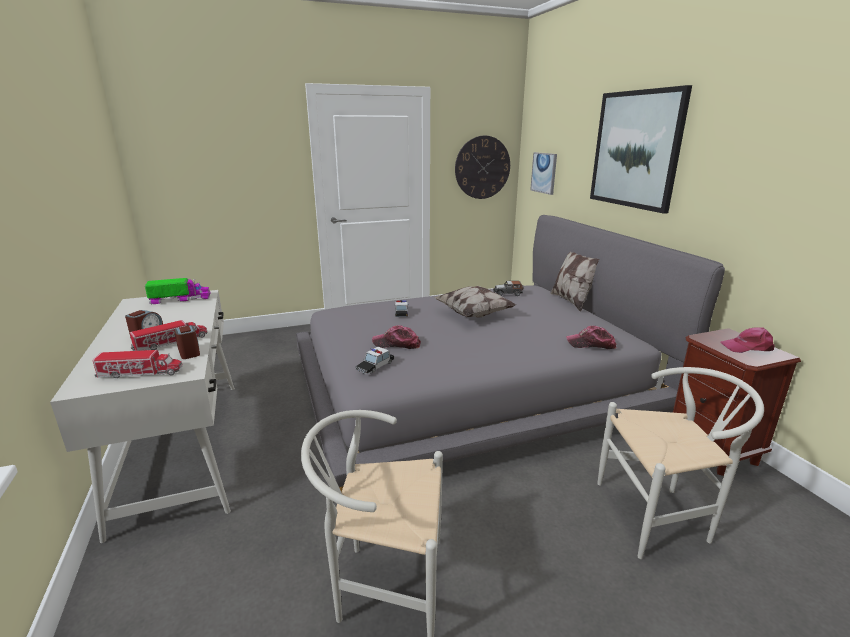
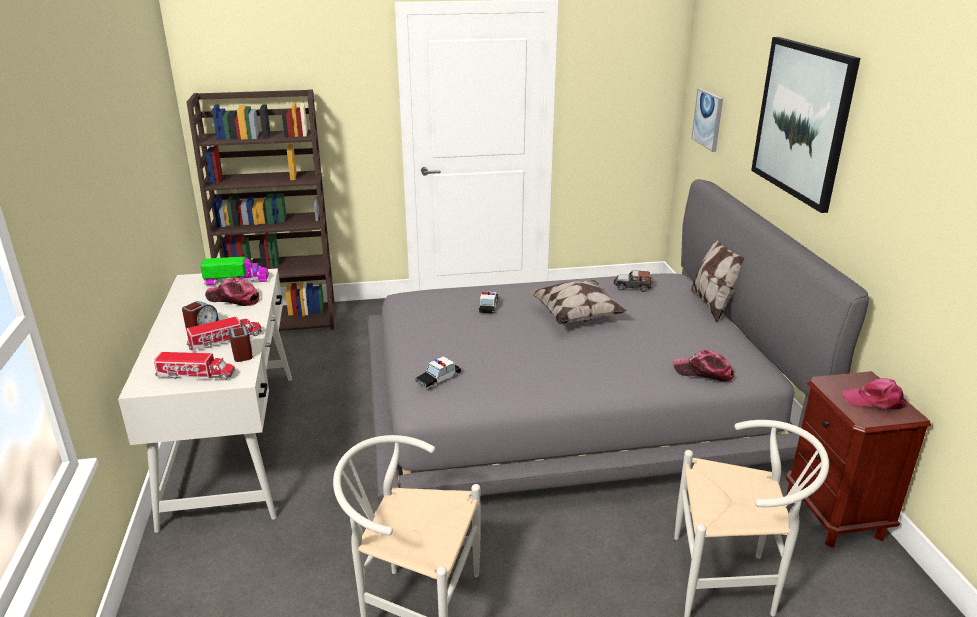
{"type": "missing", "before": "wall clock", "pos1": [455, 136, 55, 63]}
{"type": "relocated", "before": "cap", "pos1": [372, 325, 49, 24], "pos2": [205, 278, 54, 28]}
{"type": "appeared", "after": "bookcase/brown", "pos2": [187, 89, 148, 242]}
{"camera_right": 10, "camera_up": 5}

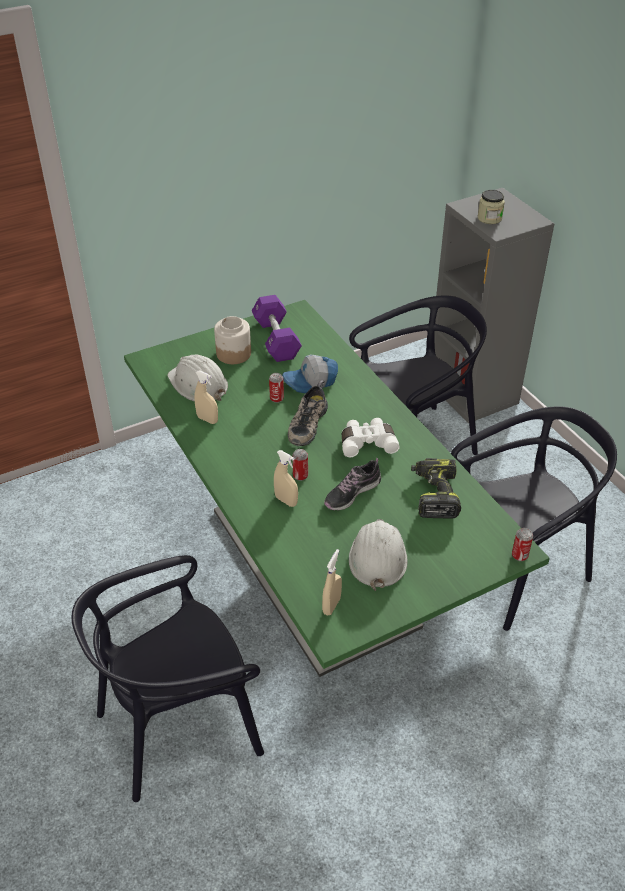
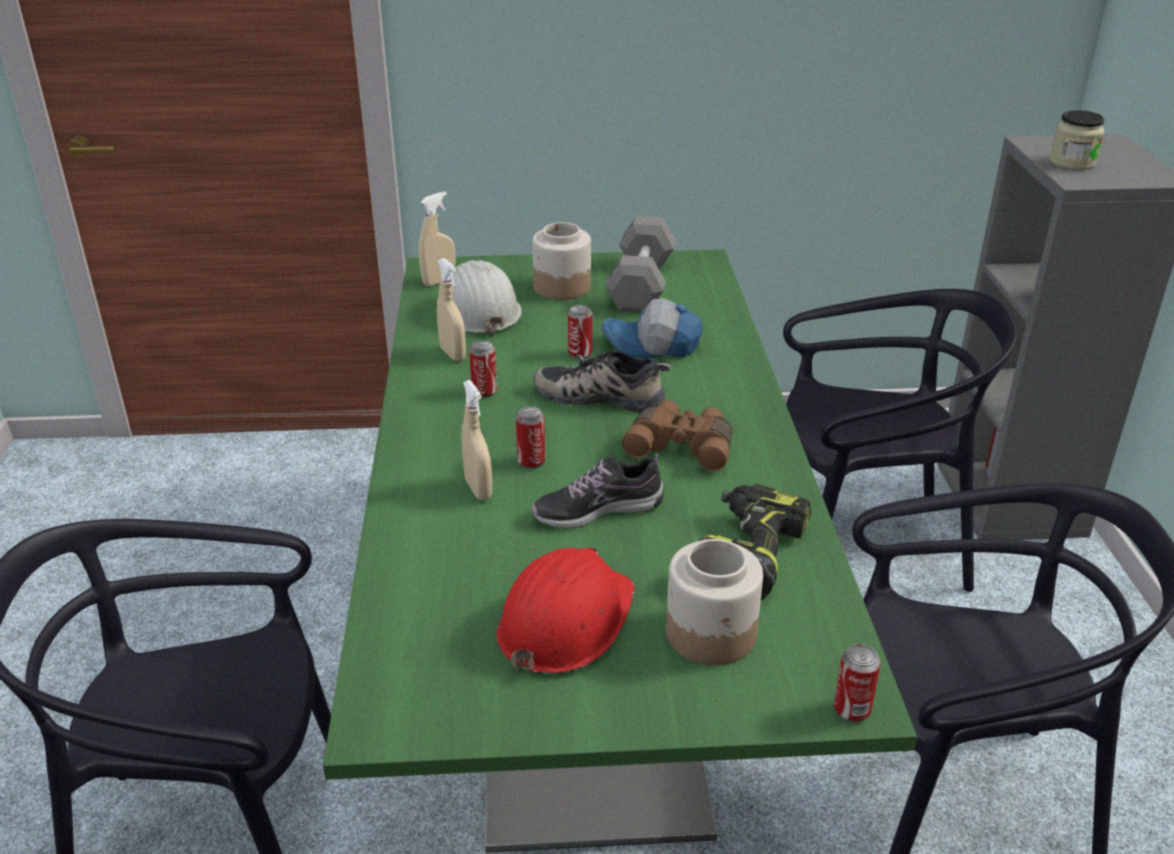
{"type": "colour", "before": "dumbbell/purple", "after": "dumbbell/grey", "pos1": [252, 295, 50, 67], "pos2": [605, 216, 71, 96]}
{"type": "spun", "before": "shoe", "pos1": [288, 380, 40, 66], "pos2": [533, 350, 138, 62], "turn": 60}
{"type": "colour", "before": "binoculars/white", "after": "binoculars/brown", "pos1": [342, 418, 58, 39], "pos2": [622, 400, 110, 71]}
{"type": "colour", "before": "hard hat/white", "after": "hard hat/red", "pos1": [349, 519, 58, 72], "pos2": [496, 548, 139, 126]}
{"type": "relocated", "before": "spray bottle/beige", "pos1": [322, 549, 20, 66], "pos2": [419, 192, 37, 94]}
{"type": "appeared", "after": "can", "pos2": [469, 341, 28, 57]}
{"type": "appeared", "after": "jar", "pos2": [666, 539, 97, 126]}
{"camera_right": 25, "camera_up": -10}

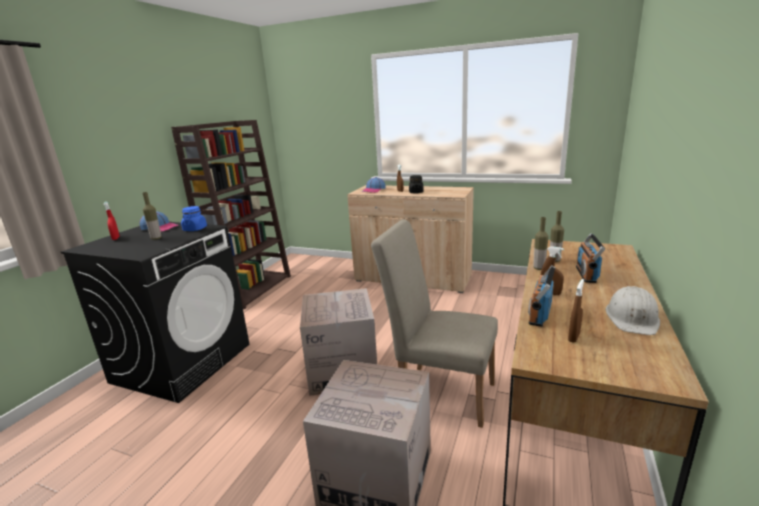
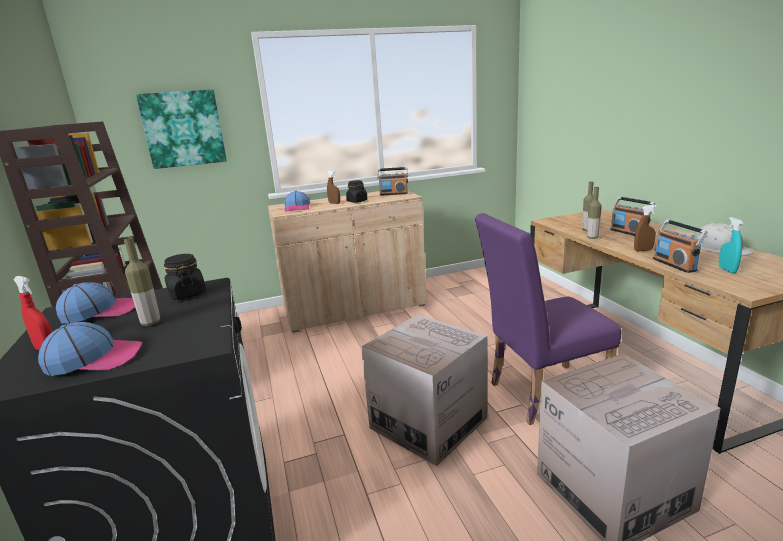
{"type": "colour", "before": "jar/blue", "after": "jar/black", "pos1": [181, 206, 26, 25], "pos2": [164, 254, 42, 46]}
{"type": "colour", "before": "chair/beige", "after": "chair/purple", "pos1": [371, 219, 127, 209], "pos2": [475, 213, 146, 212]}
{"type": "colour", "before": "spray bottle/brown", "after": "spray bottle/turquoise", "pos1": [568, 279, 16, 64], "pos2": [719, 217, 25, 56]}
{"type": "appeared", "after": "picture", "pos2": [136, 89, 91, 80]}
{"type": "appeared", "after": "radio", "pos2": [377, 167, 31, 29]}
{"type": "appeared", "after": "cap", "pos2": [38, 322, 105, 54]}
{"camera_right": -40, "camera_up": 0}

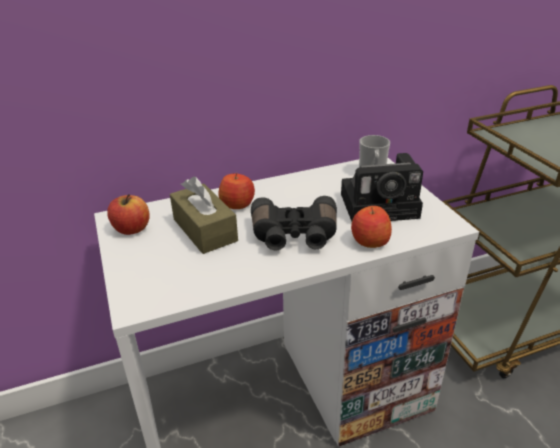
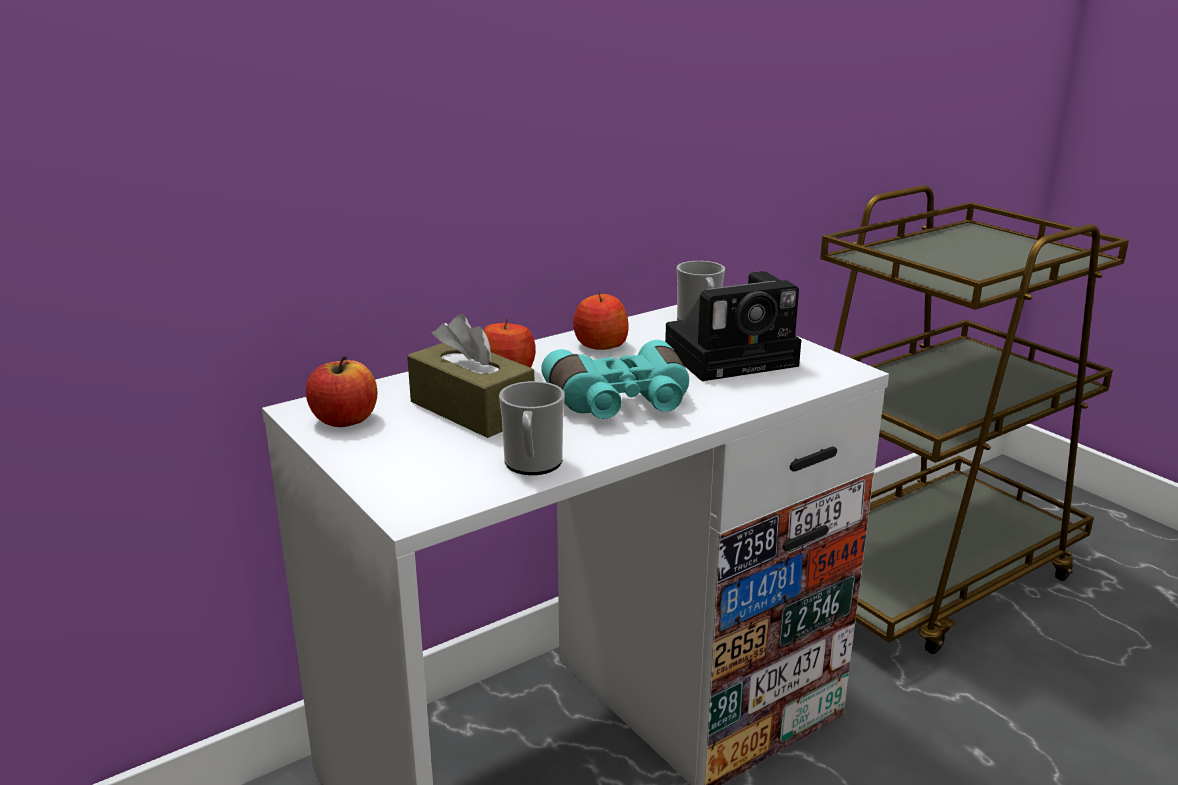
{"type": "colour", "before": "binoculars/black", "after": "binoculars/turquoise", "pos1": [251, 196, 86, 54], "pos2": [541, 340, 148, 79]}
{"type": "relocated", "before": "apple", "pos1": [351, 206, 41, 42], "pos2": [573, 292, 55, 58]}
{"type": "appeared", "after": "mug", "pos2": [499, 381, 66, 94]}
{"camera_right": -15, "camera_up": -10}

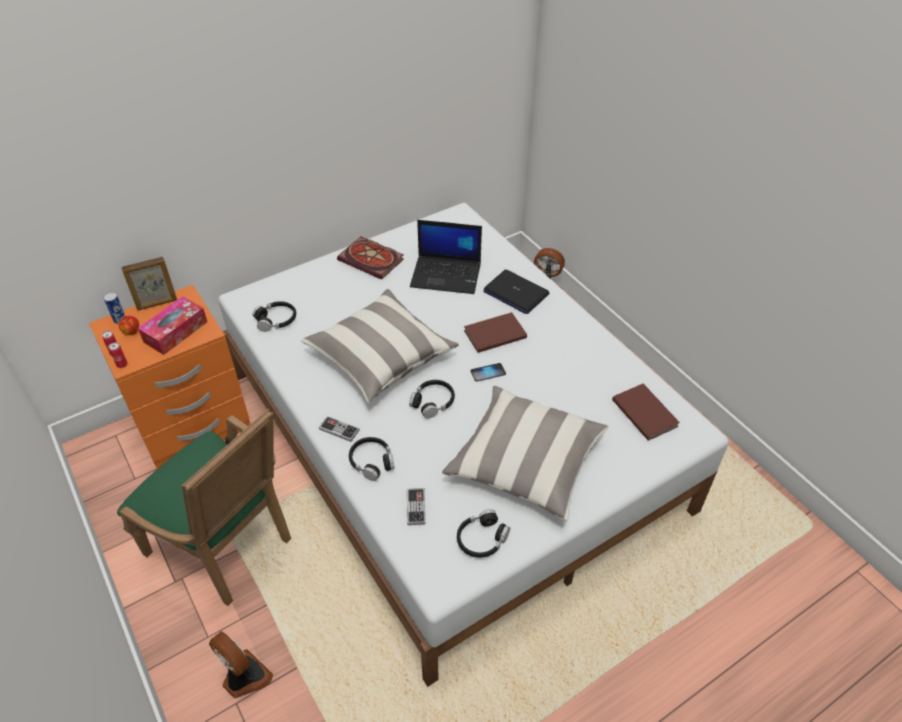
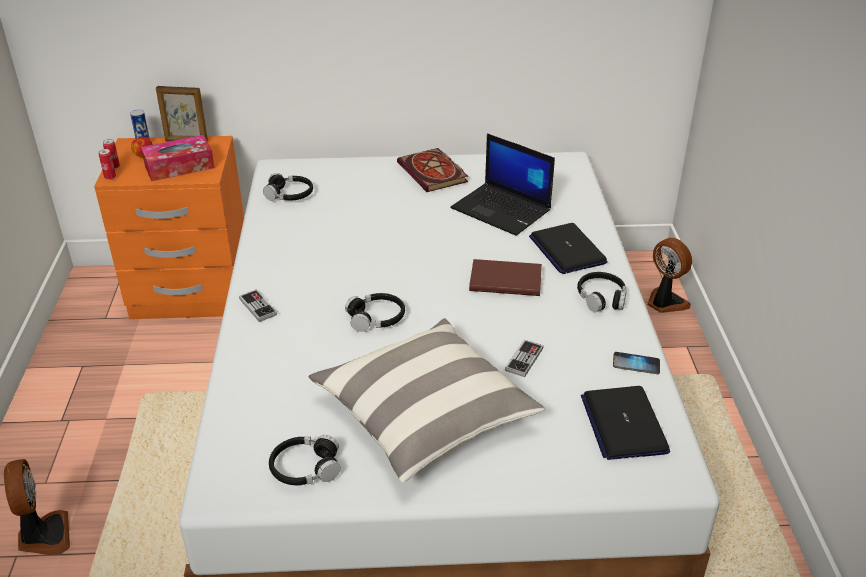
{"type": "missing", "before": "pillow", "pos1": [301, 289, 158, 114]}
{"type": "relocated", "before": "phone", "pos1": [471, 363, 35, 19], "pos2": [613, 352, 47, 22]}
{"type": "exchanged", "before": "book/brown", "after": "laptop", "pos1": [612, 384, 68, 57], "pos2": [581, 386, 89, 74]}
{"type": "missing", "before": "armchair/green", "pos1": [117, 409, 174, 197]}
{"type": "relocated", "before": "headphones/black", "pos1": [349, 437, 46, 44], "pos2": [577, 272, 49, 40]}
{"type": "relocated", "before": "game controller", "pos1": [407, 488, 18, 37], "pos2": [505, 340, 38, 37]}
{"camera_right": 30, "camera_up": -10}

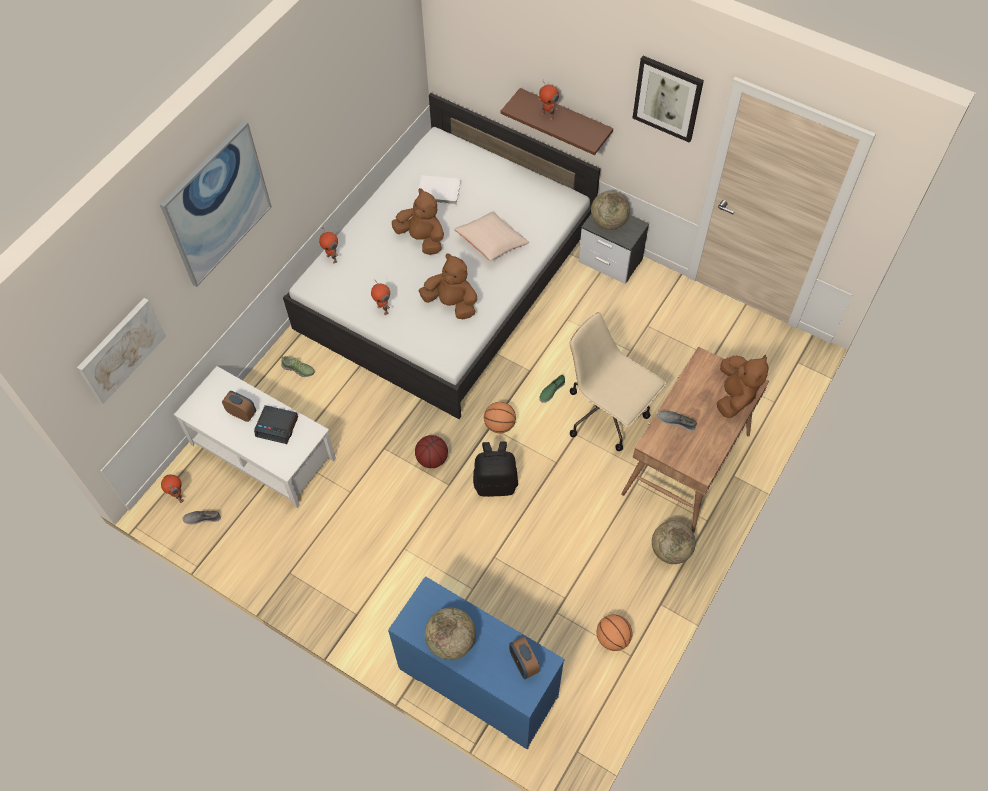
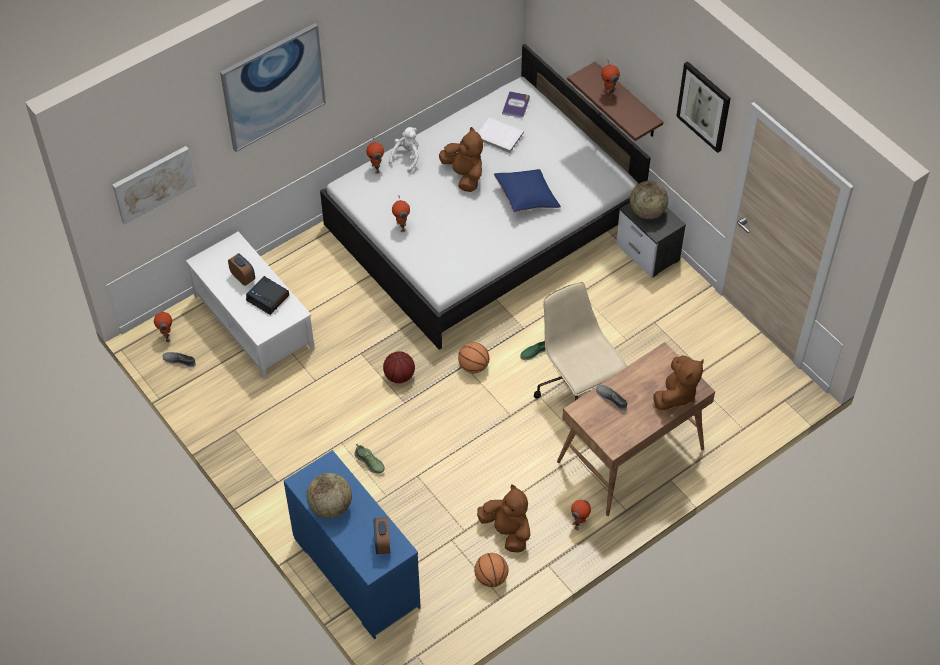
{"type": "colour", "before": "pillow/beige", "after": "pillow/blue", "pos1": [454, 211, 75, 50], "pos2": [494, 169, 67, 43]}
{"type": "relocated", "before": "plush toy/brown", "pos1": [419, 254, 58, 65], "pos2": [477, 485, 53, 68]}
{"type": "relocated", "before": "shoe", "pos1": [280, 356, 34, 21], "pos2": [355, 444, 30, 30]}
{"type": "missing", "before": "backpack/black", "pos1": [473, 442, 45, 55]}
{"type": "exchanged", "before": "globe", "after": "toy robot", "pos1": [652, 521, 44, 43], "pos2": [571, 500, 20, 30]}
{"type": "appeared", "after": "book", "pos2": [502, 91, 28, 27]}
{"type": "appeared", "after": "plush toy/white", "pos2": [389, 127, 30, 46]}
{"camera_right": 20, "camera_up": -5}

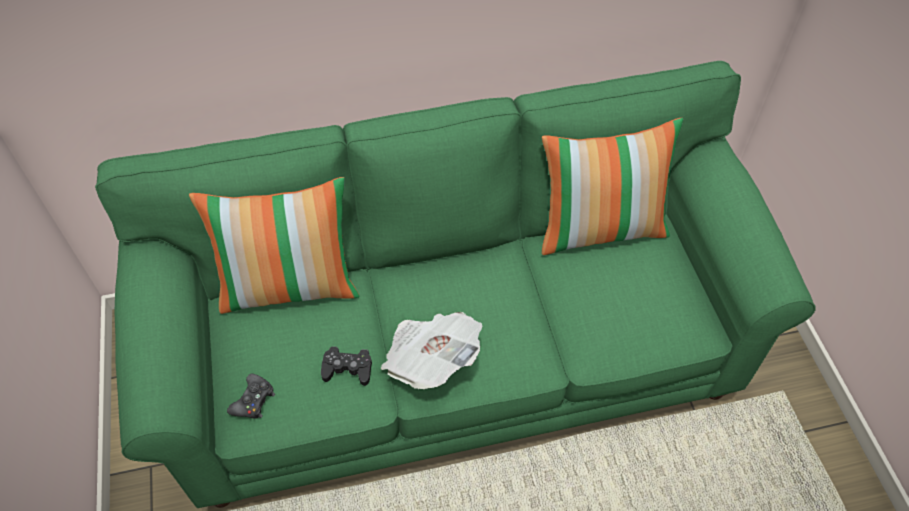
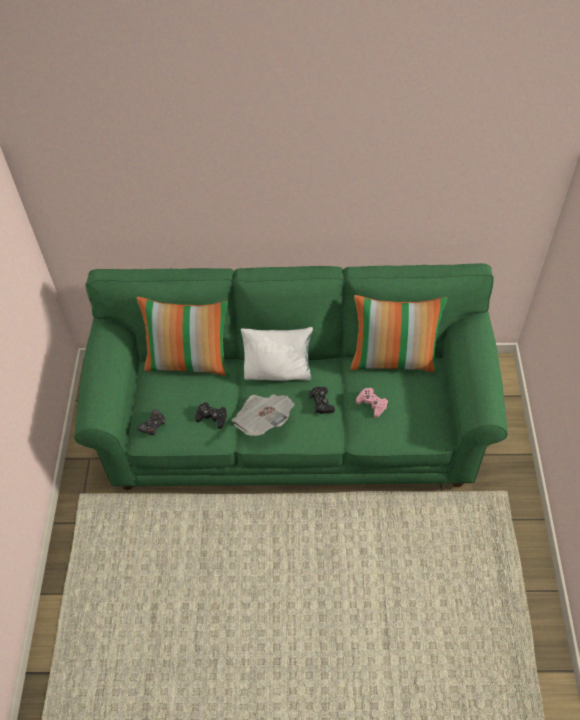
{"type": "appeared", "after": "pillow/white", "pos2": [240, 327, 73, 54]}
{"type": "appeared", "after": "game controller/black", "pos2": [309, 387, 26, 27]}
{"type": "appeared", "after": "game controller/pink", "pos2": [356, 387, 32, 31]}
{"camera_right": 15, "camera_up": 0}

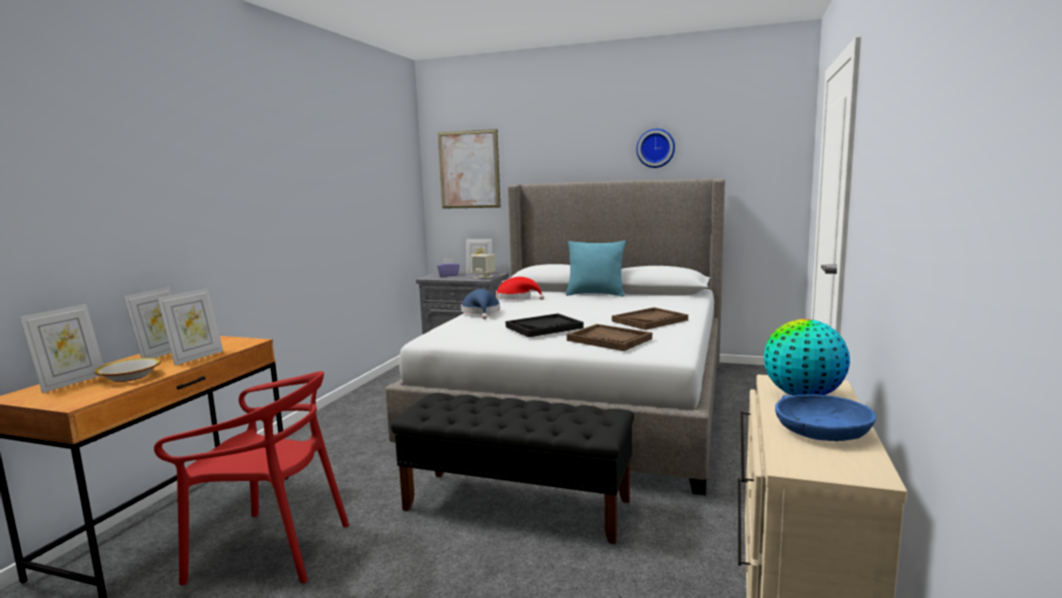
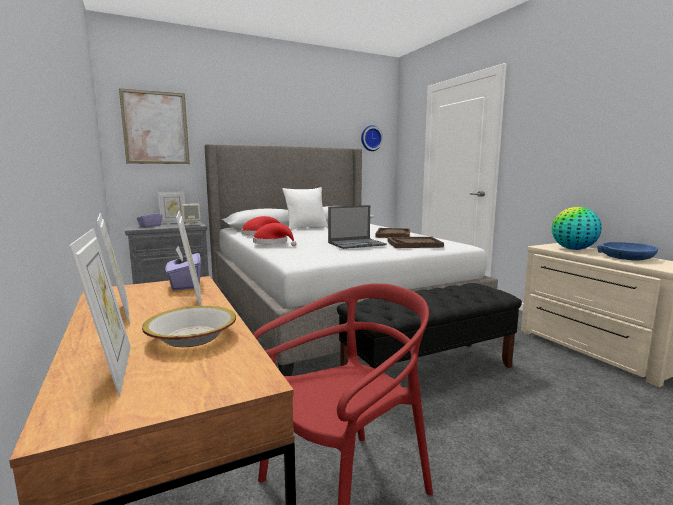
{"type": "relocated", "before": "wall clock", "pos1": [636, 129, 39, 39], "pos2": [361, 125, 22, 26]}
{"type": "colour", "before": "pillow/turquoise", "after": "pillow/white", "pos1": [566, 241, 60, 55], "pos2": [282, 187, 46, 43]}
{"type": "colour", "before": "hat/blue", "after": "hat/red", "pos1": [461, 289, 39, 30], "pos2": [253, 223, 43, 23]}
{"type": "exchanged", "before": "tray/black", "after": "laptop", "pos1": [506, 313, 78, 24], "pos2": [328, 205, 59, 44]}
{"type": "appeared", "after": "tissue box/purple", "pos2": [165, 246, 36, 44]}
{"camera_right": -45, "camera_up": 0}

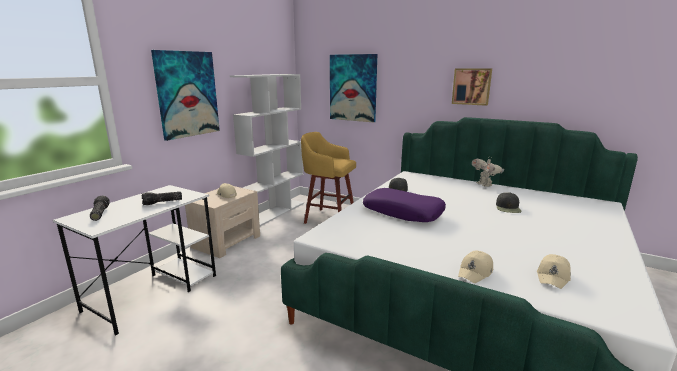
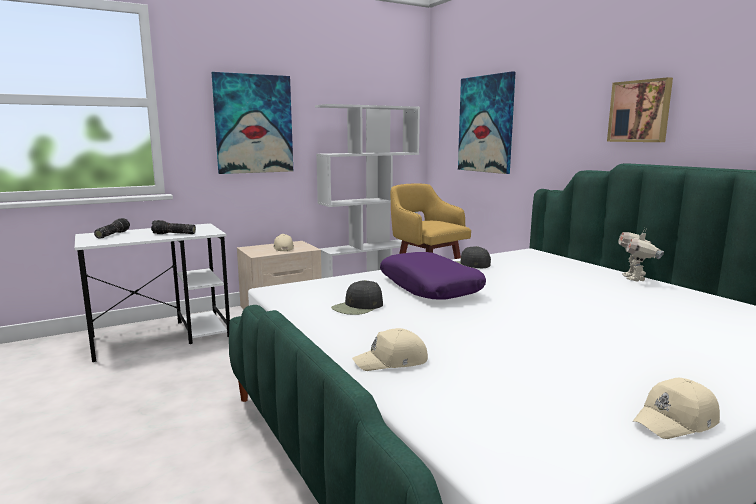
{"type": "relocated", "before": "cap/black", "pos1": [496, 192, 26, 21], "pos2": [331, 280, 52, 35]}
{"type": "relocated", "before": "cap/beige", "pos1": [537, 254, 34, 35], "pos2": [632, 378, 88, 61]}
{"camera_right": 30, "camera_up": -5}

